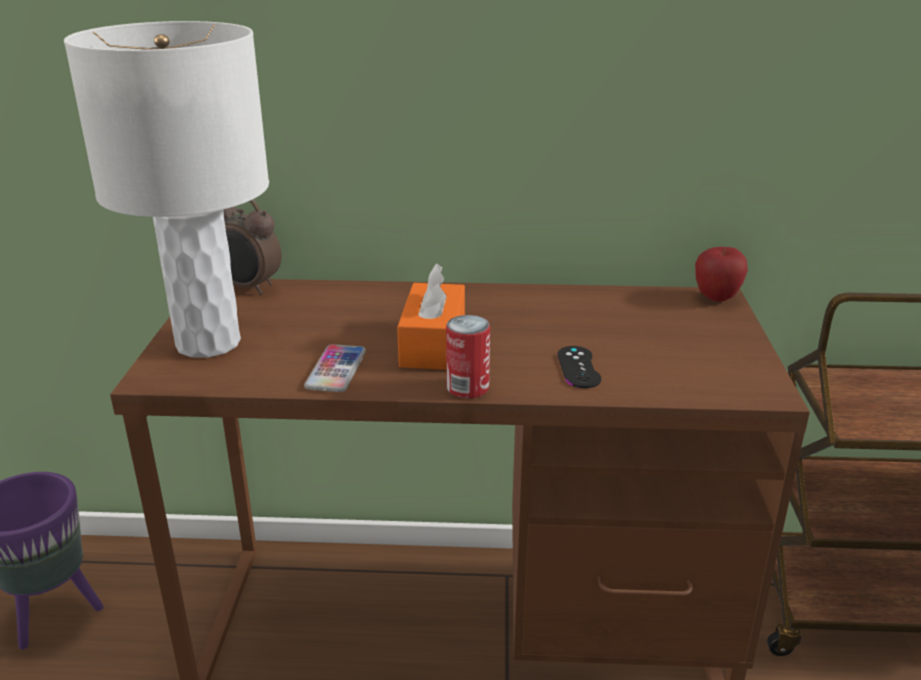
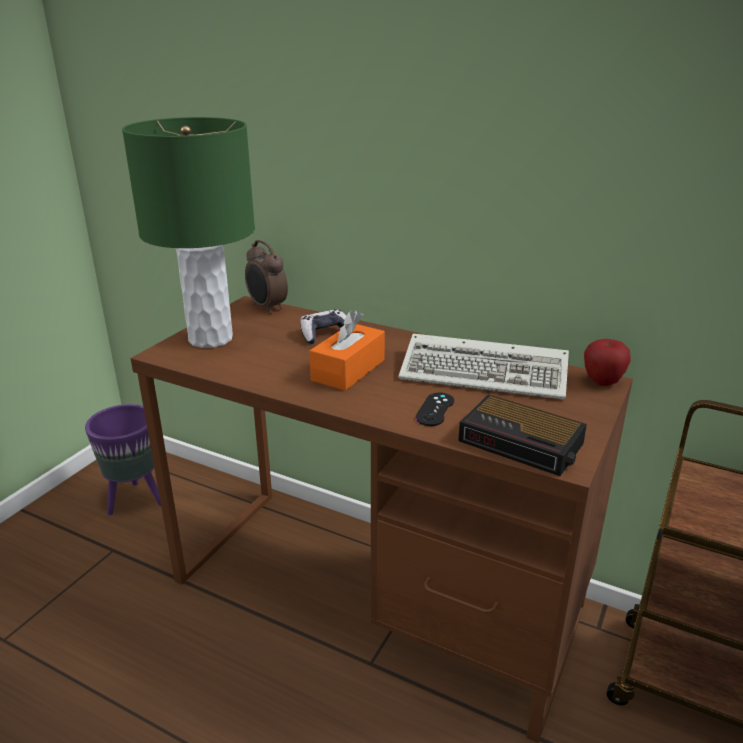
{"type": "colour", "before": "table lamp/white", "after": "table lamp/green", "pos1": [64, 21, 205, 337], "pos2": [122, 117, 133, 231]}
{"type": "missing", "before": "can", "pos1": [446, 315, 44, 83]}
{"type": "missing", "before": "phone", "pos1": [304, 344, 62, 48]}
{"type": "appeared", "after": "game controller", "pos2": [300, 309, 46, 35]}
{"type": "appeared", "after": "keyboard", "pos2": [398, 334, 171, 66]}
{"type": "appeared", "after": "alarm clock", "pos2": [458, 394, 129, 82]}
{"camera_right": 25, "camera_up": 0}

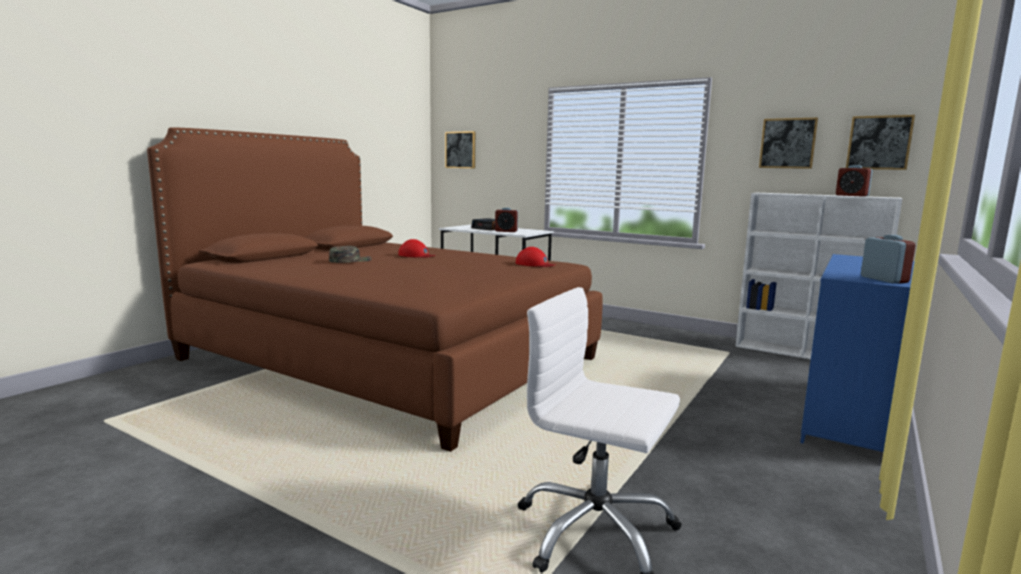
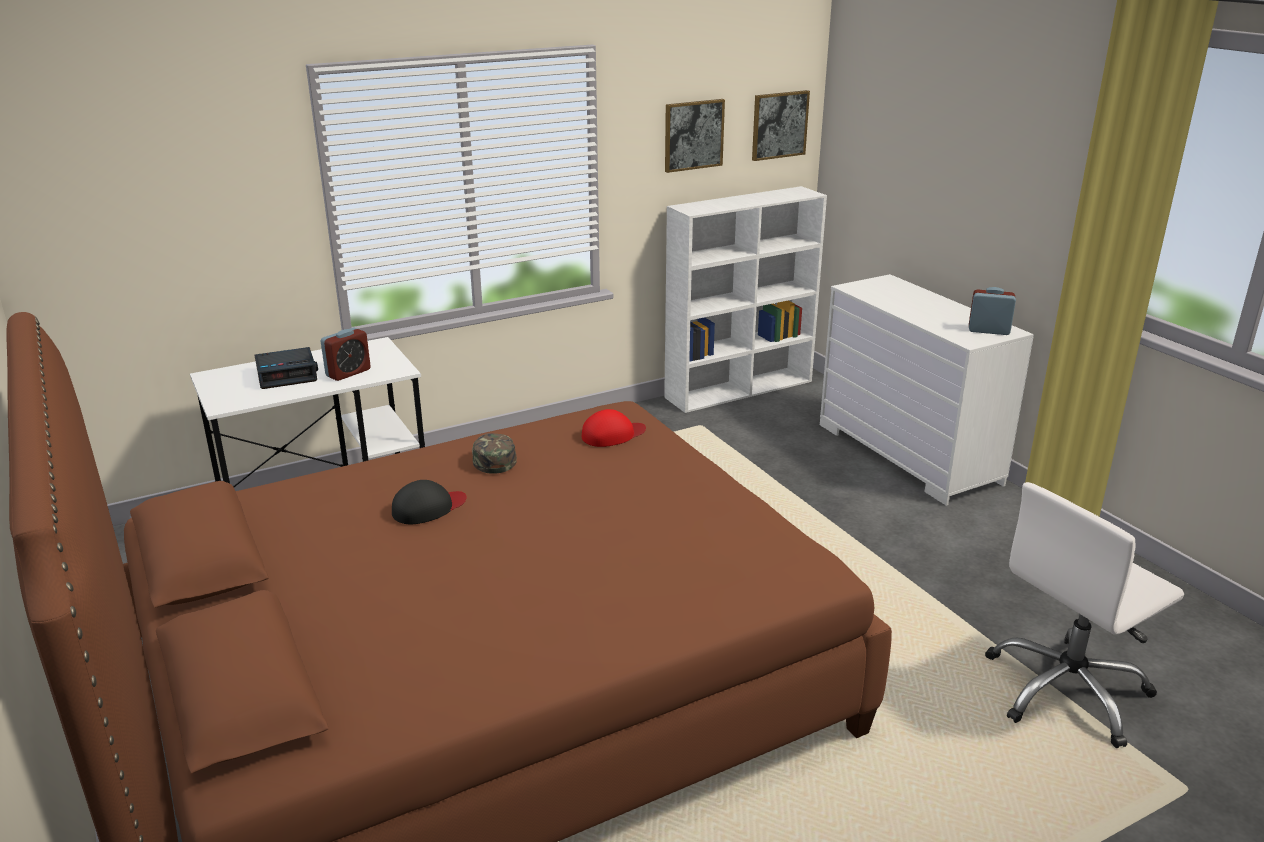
{"type": "missing", "before": "picture", "pos1": [445, 131, 30, 37]}
{"type": "missing", "before": "alarm clock", "pos1": [836, 165, 37, 31]}
{"type": "colour", "before": "cap/red", "after": "cap/black", "pos1": [398, 239, 37, 19], "pos2": [392, 480, 74, 44]}
{"type": "relocated", "before": "cap/green", "pos1": [329, 246, 43, 17], "pos2": [472, 433, 45, 41]}
{"type": "colour", "before": "dresser/blue", "after": "dresser/white", "pos1": [800, 254, 114, 198], "pos2": [820, 274, 214, 232]}
{"camera_right": -60, "camera_up": 15}

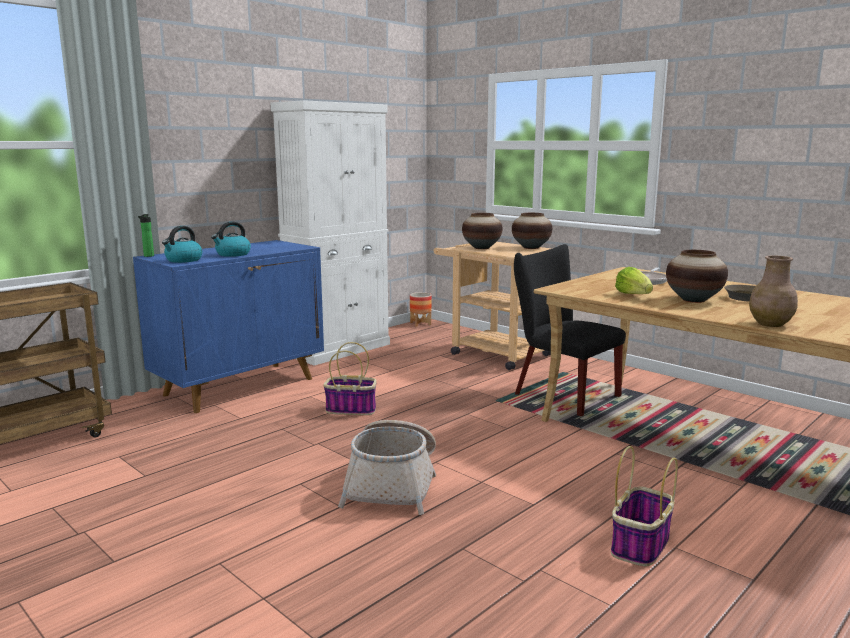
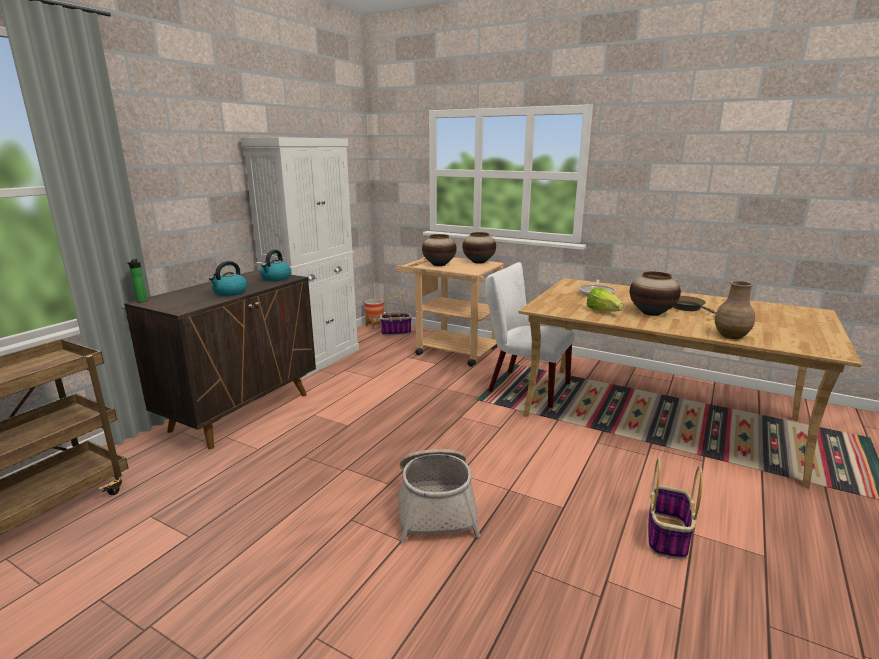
{"type": "relocated", "before": "kettle", "pos1": [162, 226, 41, 37], "pos2": [260, 250, 31, 31]}
{"type": "colour", "before": "cabinet/blue", "after": "cabinet/brown", "pos1": [133, 240, 191, 173], "pos2": [124, 270, 192, 179]}
{"type": "colour", "before": "chair/black", "after": "chair/white", "pos1": [514, 244, 112, 172], "pos2": [485, 262, 90, 146]}
{"type": "relocated", "before": "basket", "pos1": [323, 342, 54, 73], "pos2": [380, 292, 32, 44]}
{"camera_right": -15, "camera_up": 5}

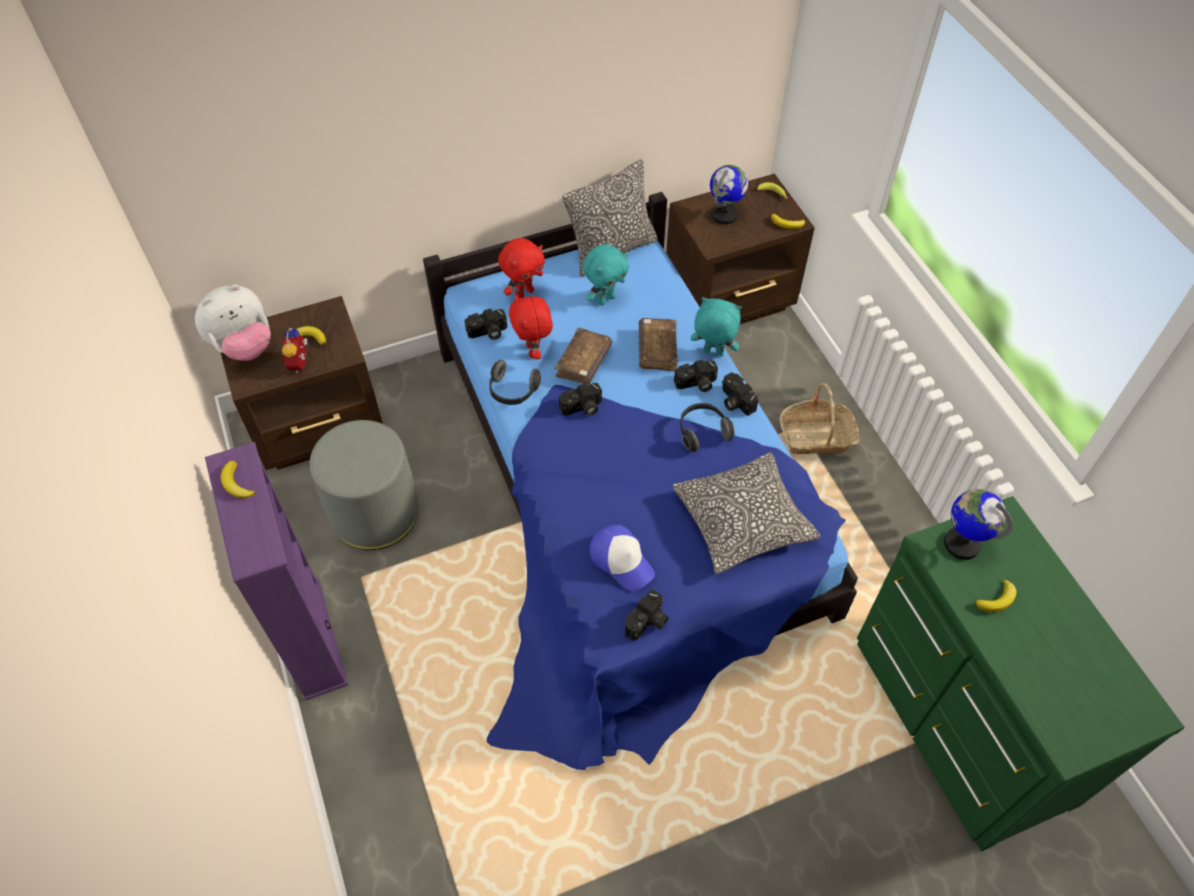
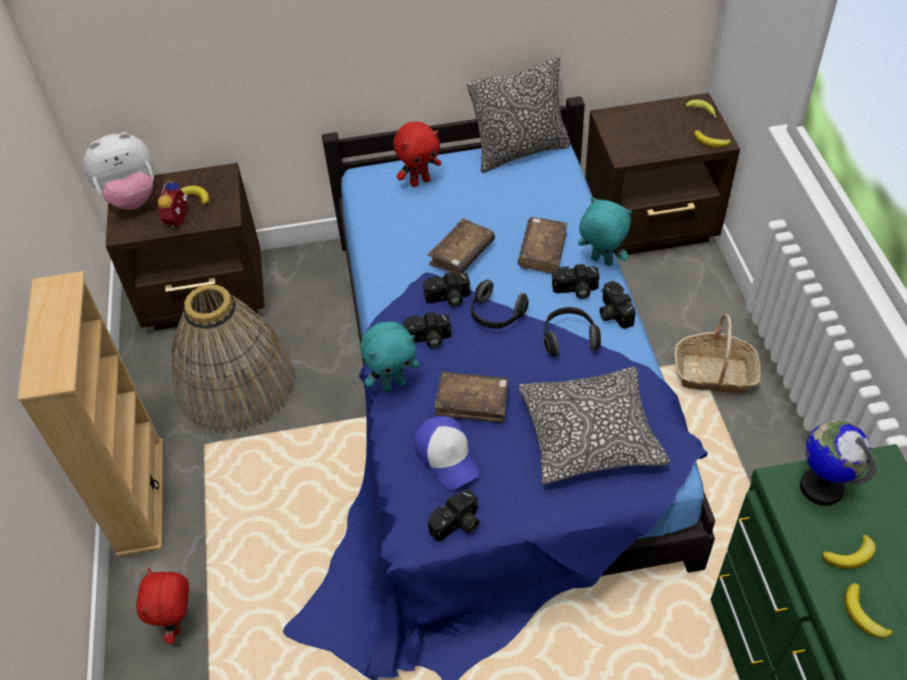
{"type": "missing", "before": "globe", "pos1": [710, 165, 38, 60]}
{"type": "relocated", "before": "plush toy/turquoise", "pos1": [582, 244, 47, 61], "pos2": [360, 321, 59, 71]}
{"type": "relocated", "before": "plush toy/red", "pos1": [509, 294, 44, 65], "pos2": [136, 568, 53, 75]}
{"type": "relocated", "before": "photo camera", "pos1": [465, 309, 42, 31], "pos2": [402, 312, 49, 36]}
{"type": "relocated", "before": "headphones", "pos1": [489, 360, 52, 45], "pos2": [471, 279, 58, 50]}
{"type": "exchanged", "before": "ottoman/grey", "after": "basket", "pos1": [310, 420, 108, 130], "pos2": [172, 284, 123, 150]}
{"type": "colour", "before": "bookcase/purple", "after": "bookcase/beige", "pos1": [205, 442, 143, 258], "pos2": [17, 271, 146, 286]}
{"type": "relocated", "before": "banana", "pos1": [221, 461, 35, 37], "pos2": [844, 583, 49, 55]}
{"type": "appeared", "after": "book/brown", "pos2": [434, 371, 75, 52]}
{"camera_right": 15, "camera_up": -5}

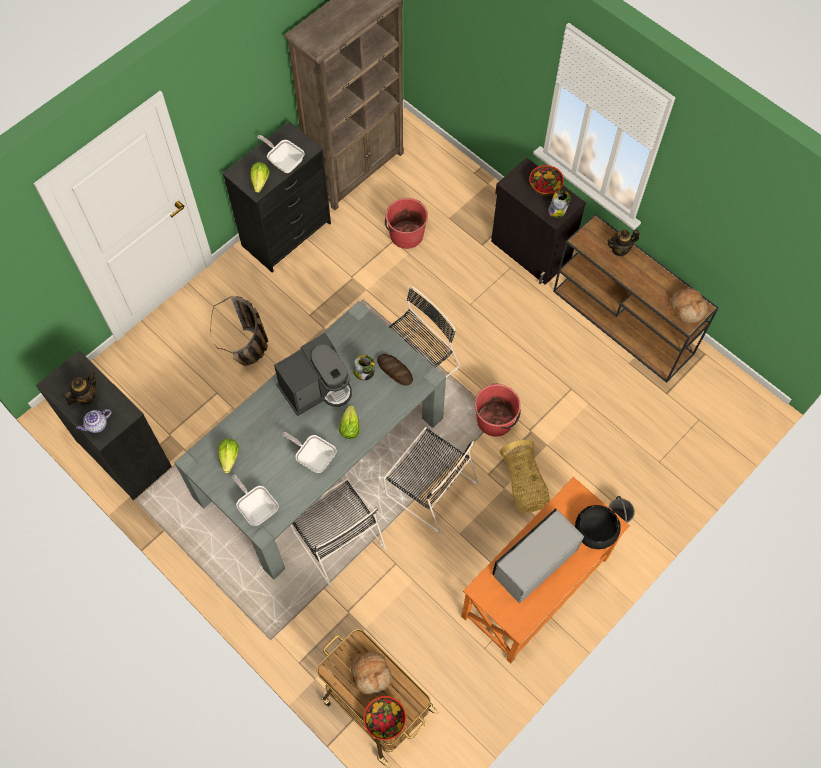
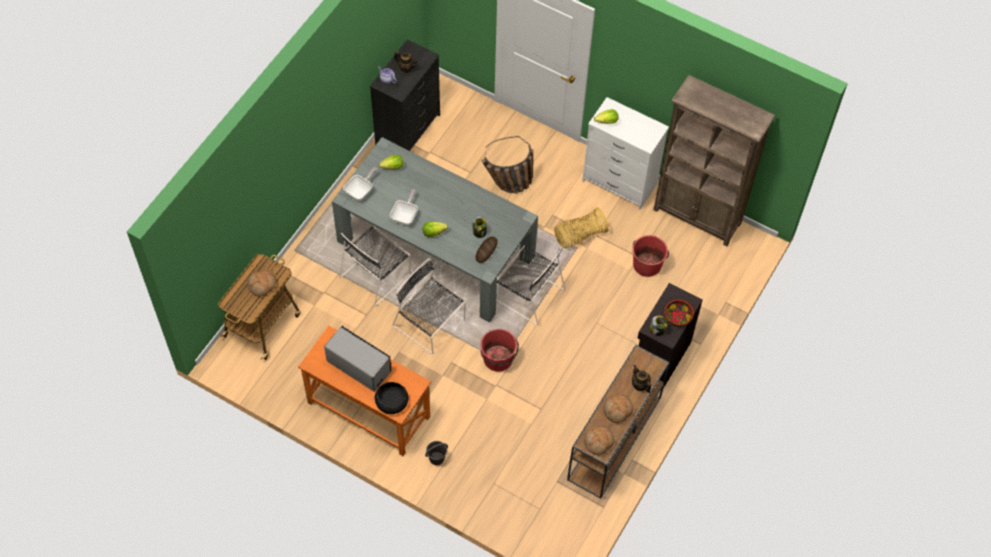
{"type": "colour", "before": "dresser/black", "after": "dresser/white", "pos1": [222, 121, 109, 152], "pos2": [582, 97, 87, 113]}
{"type": "missing", "before": "frying pan", "pos1": [257, 135, 48, 38]}
{"type": "missing", "before": "coffee machine", "pos1": [274, 333, 78, 83]}
{"type": "spun", "before": "chair/black", "pos1": [383, 427, 95, 106], "pos2": [393, 259, 73, 95], "turn": 105}
{"type": "relocated", "before": "basket", "pos1": [500, 440, 50, 73], "pos2": [554, 207, 55, 41]}
{"type": "missing", "before": "bowl", "pos1": [363, 696, 43, 44]}
{"type": "appeared", "after": "bread", "pos2": [603, 394, 30, 29]}
{"camera_right": 75, "camera_up": -5}

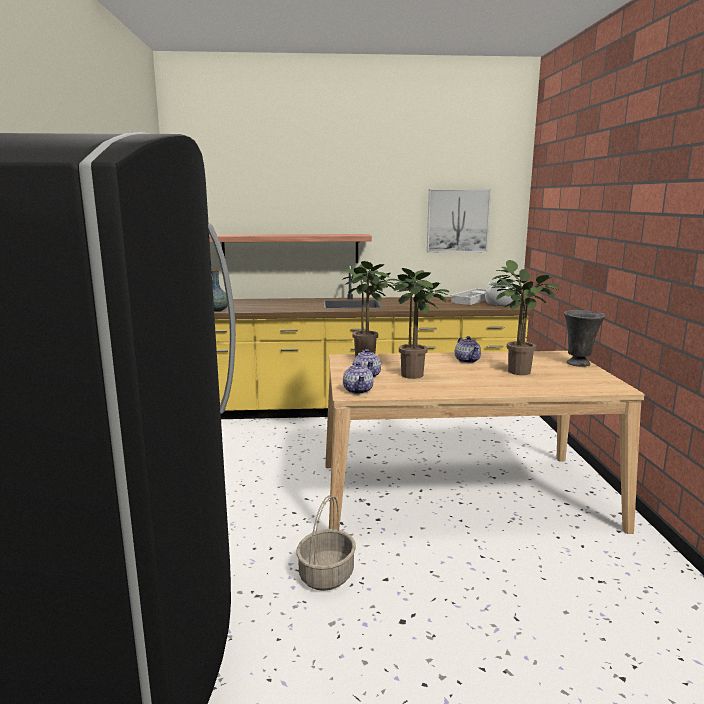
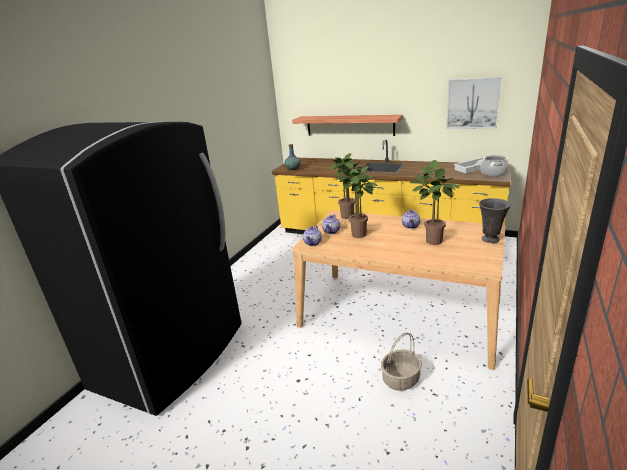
{"type": "relocated", "before": "basket", "pos1": [296, 495, 60, 96], "pos2": [381, 333, 41, 58]}
{"camera_right": 30, "camera_up": 10}

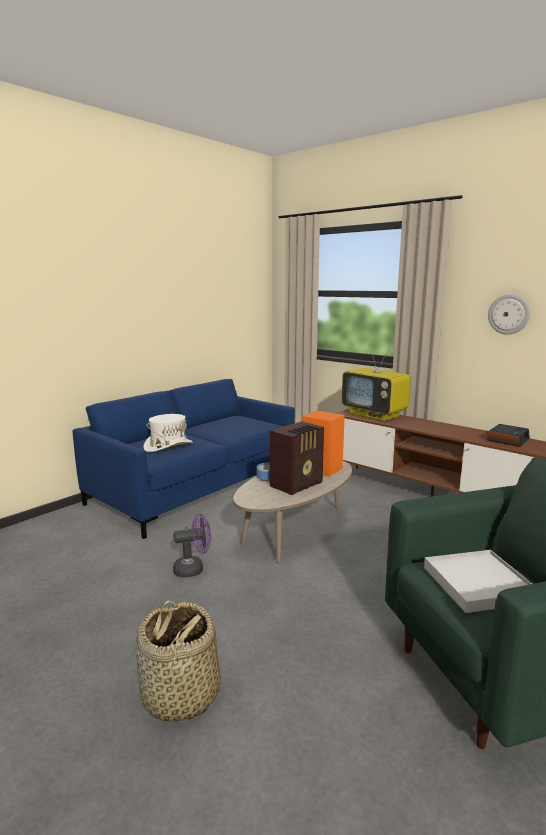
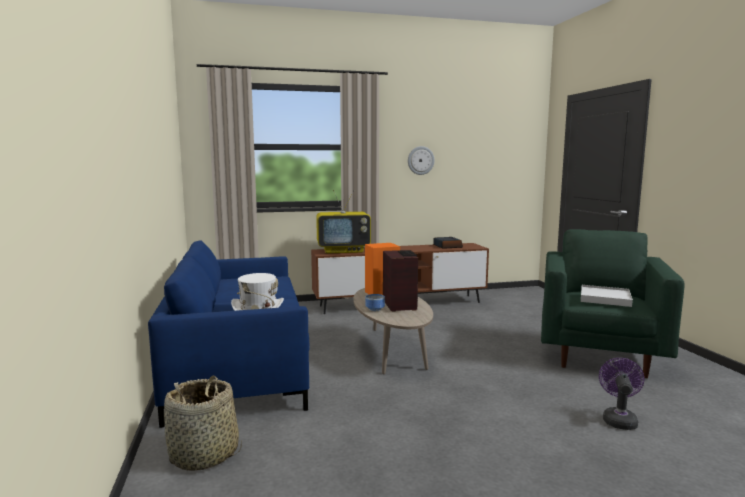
{"type": "relocated", "before": "fan/purple", "pos1": [173, 514, 38, 64], "pos2": [599, 358, 45, 72]}
{"type": "relocated", "before": "basket", "pos1": [135, 600, 86, 125], "pos2": [164, 376, 78, 95]}
{"camera_right": -55, "camera_up": -5}

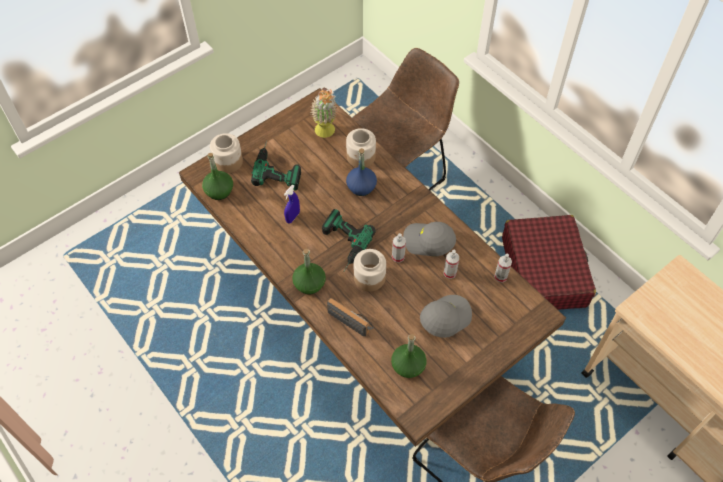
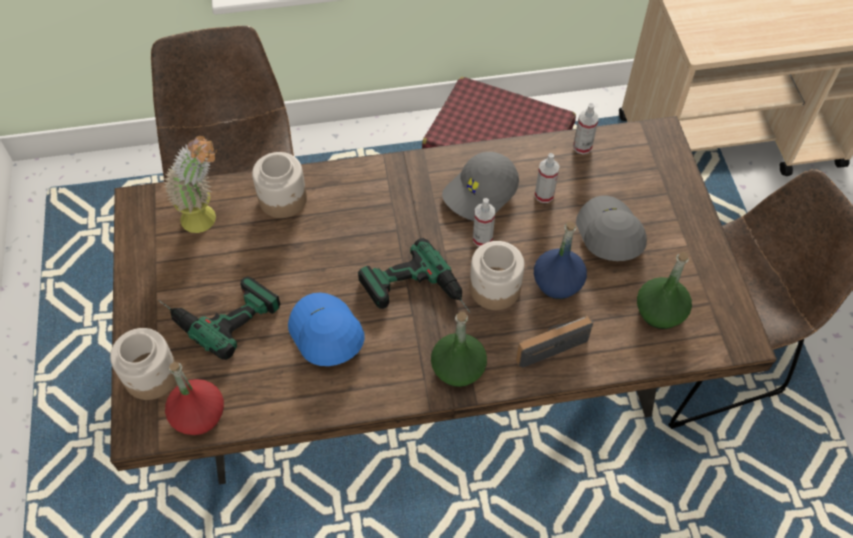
{"type": "relocated", "before": "bottle/blue", "pos1": [346, 148, 31, 48], "pos2": [534, 221, 53, 78]}
{"type": "colour", "before": "bottle/green", "after": "bottle/red", "pos1": [202, 153, 31, 47], "pos2": [165, 362, 59, 73]}
{"type": "exchanged", "before": "spray bottle/blue", "after": "cap/blue", "pos1": [284, 185, 16, 38], "pos2": [288, 293, 77, 73]}
{"camera_right": -60, "camera_up": 0}

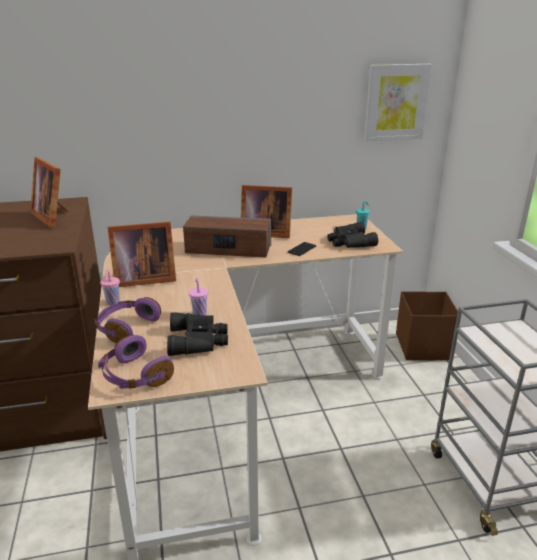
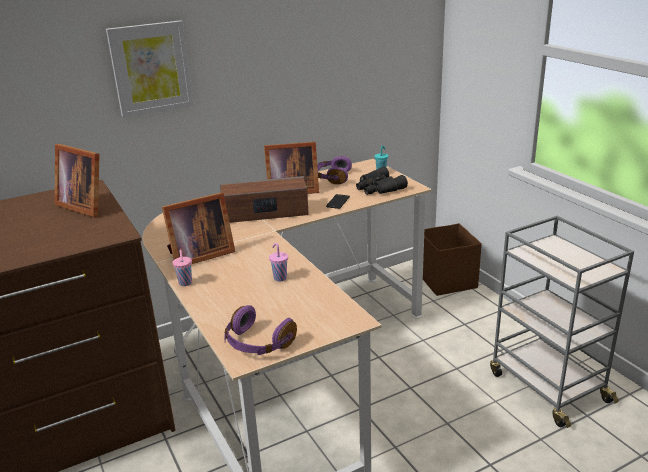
{"type": "relocated", "before": "picture", "pos1": [364, 64, 68, 77], "pos2": [106, 20, 88, 97]}
{"type": "relocated", "before": "headphones/purple", "pos1": [94, 297, 67, 46], "pos2": [317, 156, 35, 28]}
{"type": "missing", "before": "binoculars/black", "pos1": [167, 312, 61, 44]}
{"camera_right": -15, "camera_up": 0}

